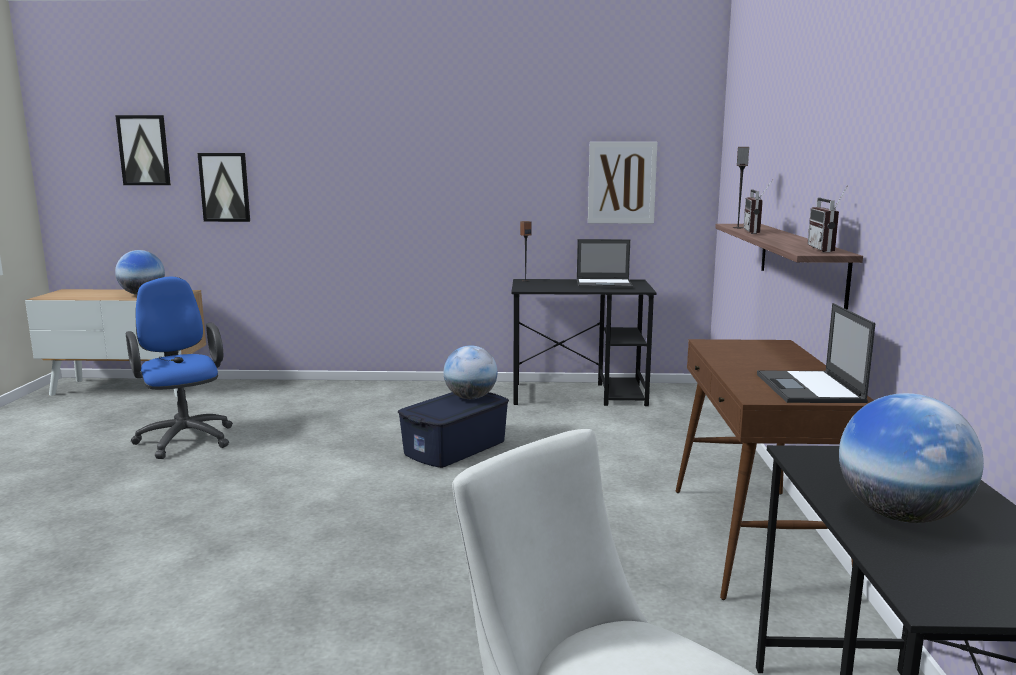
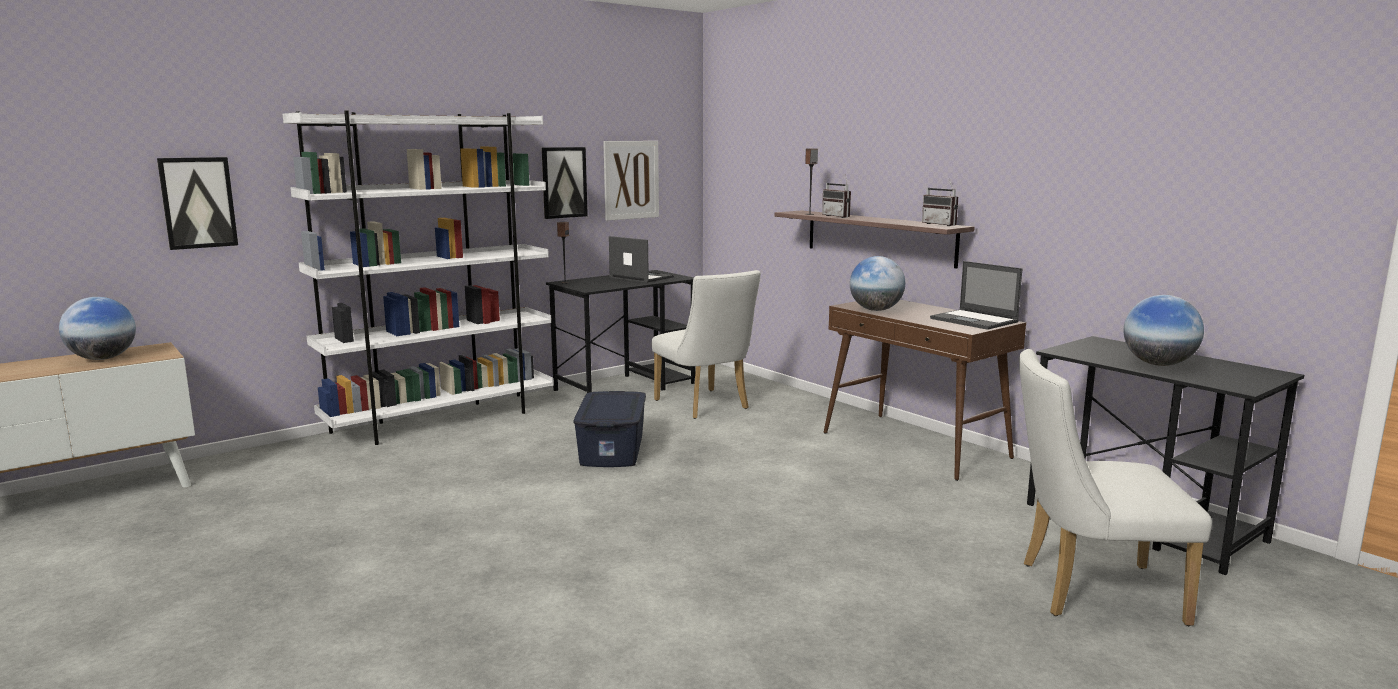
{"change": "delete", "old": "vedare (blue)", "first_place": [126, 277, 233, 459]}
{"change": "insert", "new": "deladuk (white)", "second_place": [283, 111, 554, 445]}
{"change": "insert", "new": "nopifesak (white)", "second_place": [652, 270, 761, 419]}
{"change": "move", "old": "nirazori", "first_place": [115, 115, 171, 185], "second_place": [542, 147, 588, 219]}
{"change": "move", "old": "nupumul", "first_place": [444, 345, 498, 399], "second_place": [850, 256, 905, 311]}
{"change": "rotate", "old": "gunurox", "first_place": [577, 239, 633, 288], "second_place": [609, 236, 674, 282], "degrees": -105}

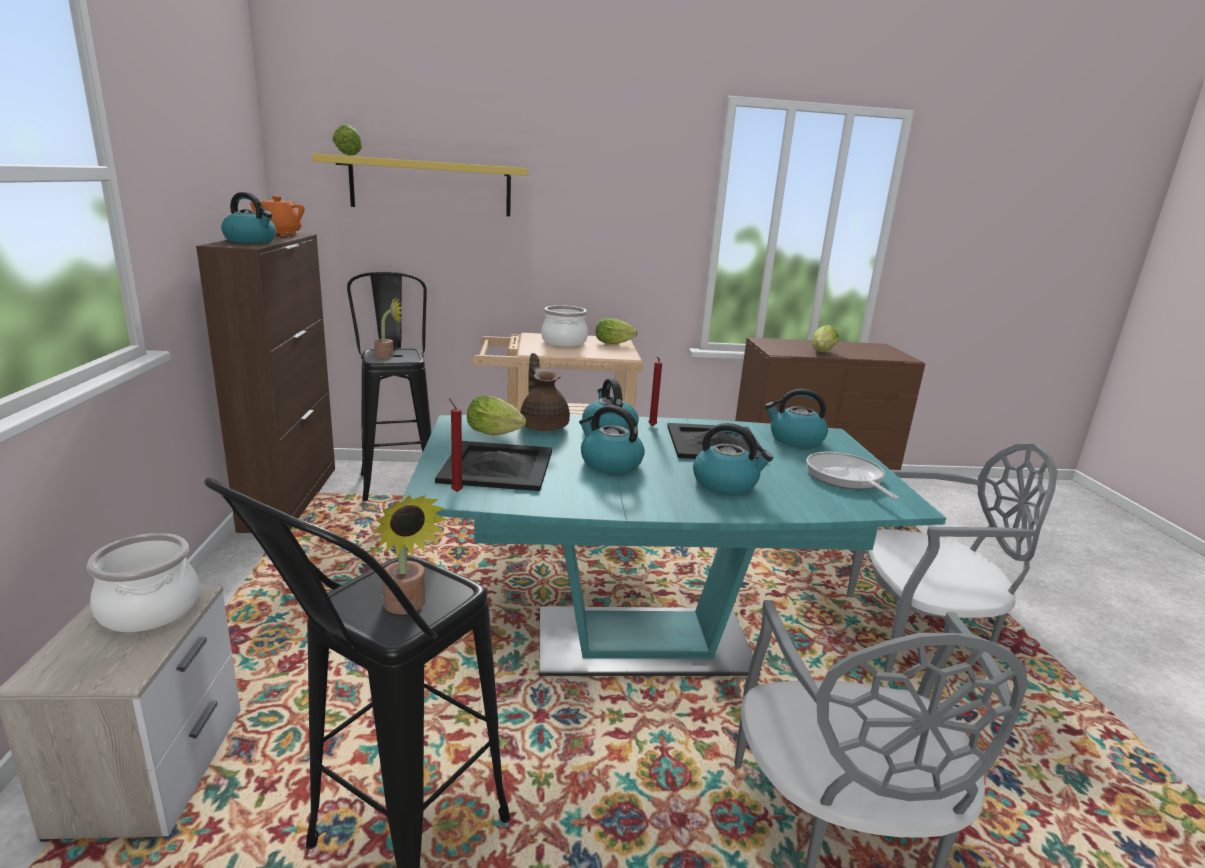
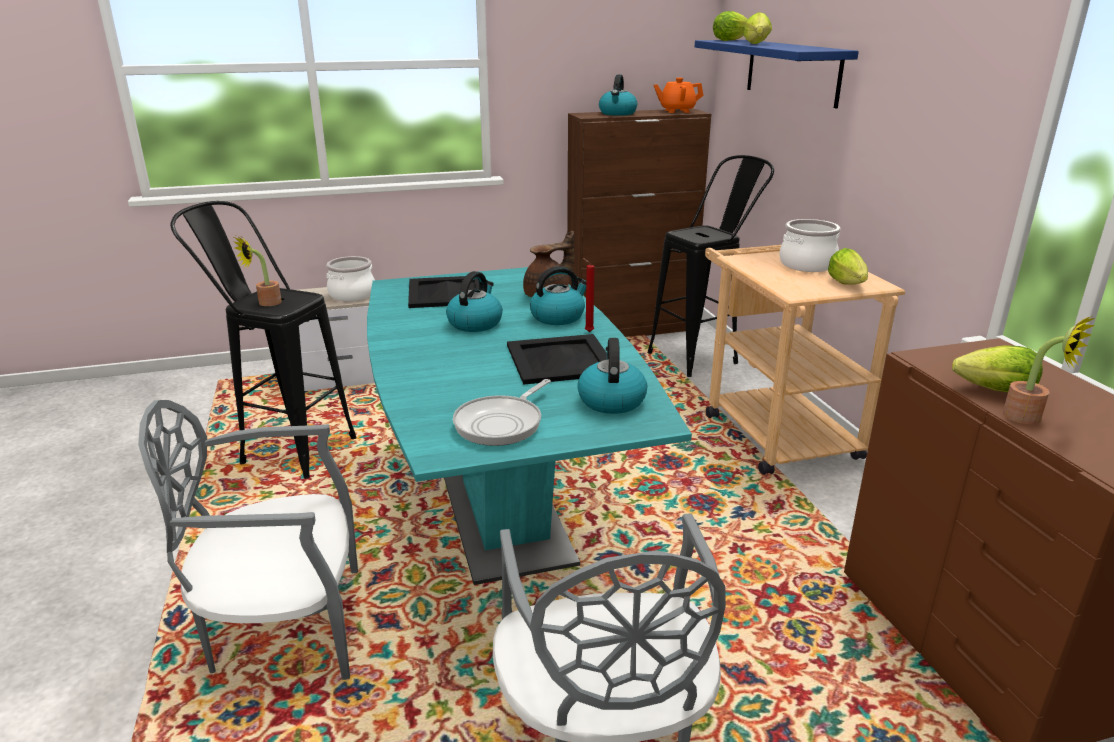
{"change": "delete", "old": "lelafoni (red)", "first_place": [449, 398, 463, 492]}
{"change": "delete", "old": "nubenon", "first_place": [693, 423, 773, 495]}
{"change": "move", "old": "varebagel", "first_place": [374, 296, 402, 359], "second_place": [1003, 316, 1095, 424]}
{"change": "move", "old": "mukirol", "first_place": [467, 396, 526, 435], "second_place": [743, 12, 772, 44]}
{"change": "recolor", "old": "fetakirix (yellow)", "new": "fetakirix (blue)", "first_place": [312, 153, 529, 216], "second_place": [695, 40, 859, 108]}
{"change": "rotate", "old": "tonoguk", "first_place": [806, 452, 899, 499], "second_place": [453, 379, 551, 446], "degrees": 150}

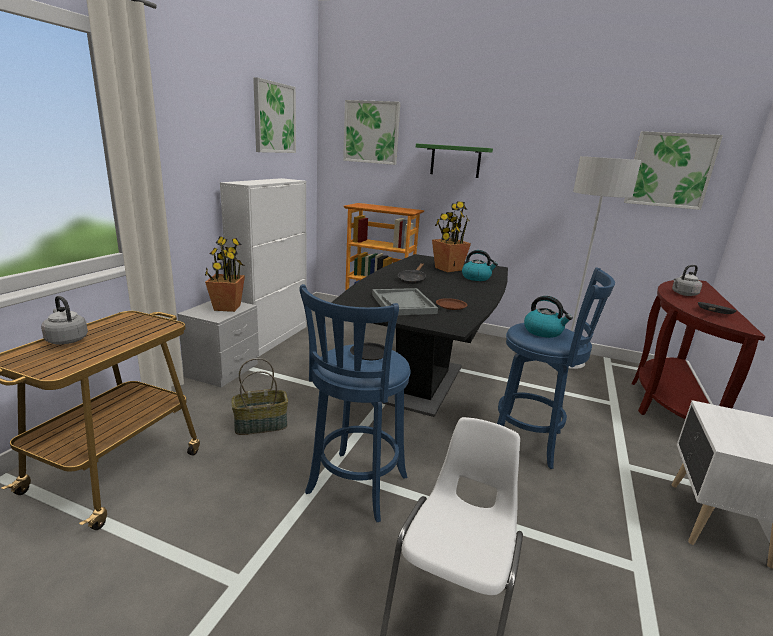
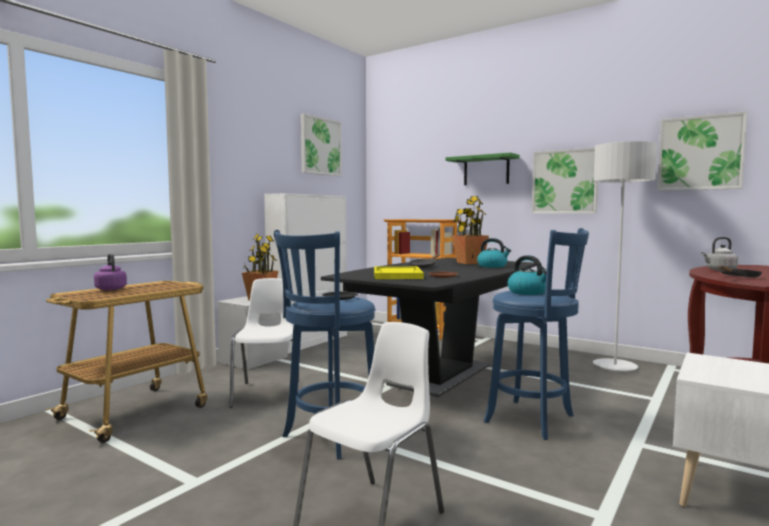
{"change": "move", "old": "nirazori", "first_place": [343, 100, 400, 165], "second_place": [532, 148, 598, 214]}
{"change": "replace", "old": "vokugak", "new": "nopifesak (white)", "first_place": [231, 358, 288, 435], "second_place": [229, 278, 299, 408]}
{"change": "recolor", "old": "nubenon (grey)", "new": "nubenon (purple)", "first_place": [41, 296, 88, 344], "second_place": [94, 253, 127, 290]}
{"change": "recolor", "old": "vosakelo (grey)", "new": "vosakelo (yellow)", "first_place": [372, 288, 438, 315], "second_place": [374, 266, 424, 279]}

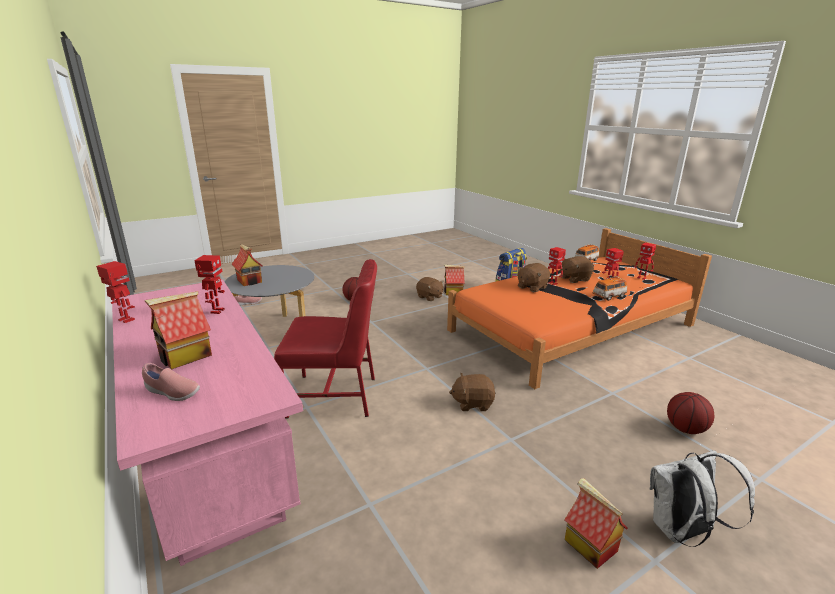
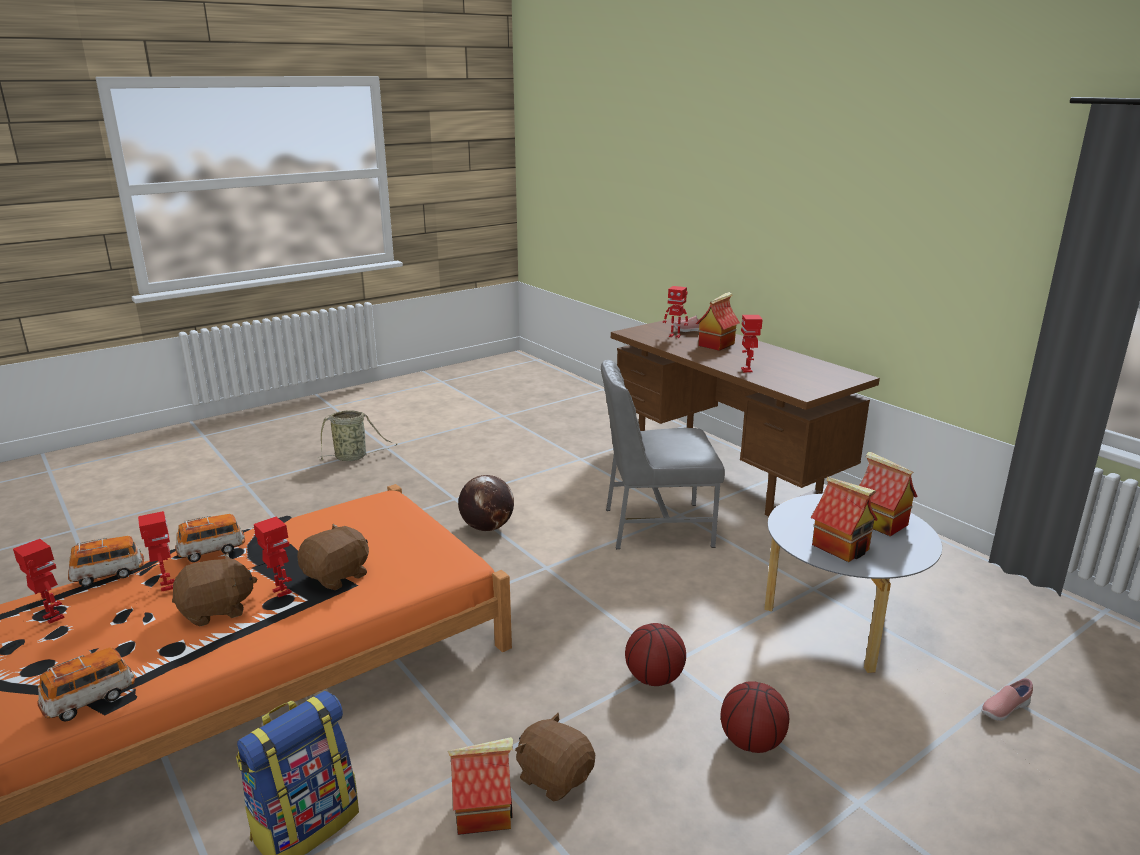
{"change": "insert", "new": "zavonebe", "second_place": [68, 536, 144, 587]}
{"change": "move", "old": "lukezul", "first_place": [96, 261, 135, 323], "second_place": [663, 286, 688, 338]}
{"change": "move", "old": "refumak", "first_place": [565, 478, 628, 569], "second_place": [811, 477, 878, 562]}
{"change": "move", "old": "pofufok", "first_place": [667, 392, 714, 434], "second_place": [625, 623, 686, 686]}
{"change": "replace", "old": "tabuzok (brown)", "new": "nupumul", "first_place": [449, 373, 495, 411], "second_place": [458, 475, 514, 531]}
{"change": "replace", "old": "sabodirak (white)", "new": "vokugak", "first_place": [650, 450, 755, 547], "second_place": [317, 410, 398, 461]}
{"change": "recolor", "old": "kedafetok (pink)", "new": "kedafetok (brown)", "first_place": [112, 279, 303, 566], "second_place": [611, 317, 880, 516]}
{"change": "recolor", "old": "nopifesak (red)", "new": "nopifesak (grey)", "first_place": [274, 259, 377, 419], "second_place": [601, 360, 725, 549]}

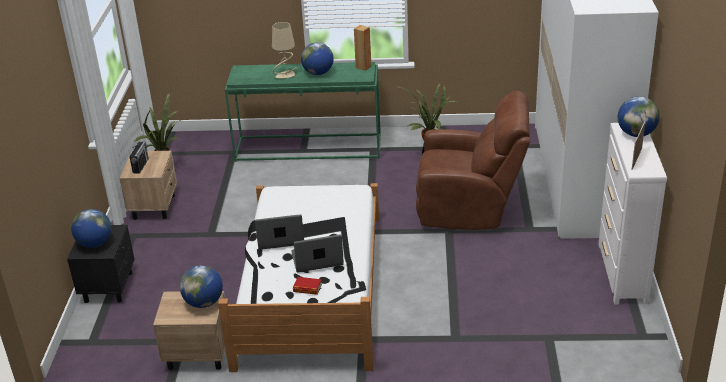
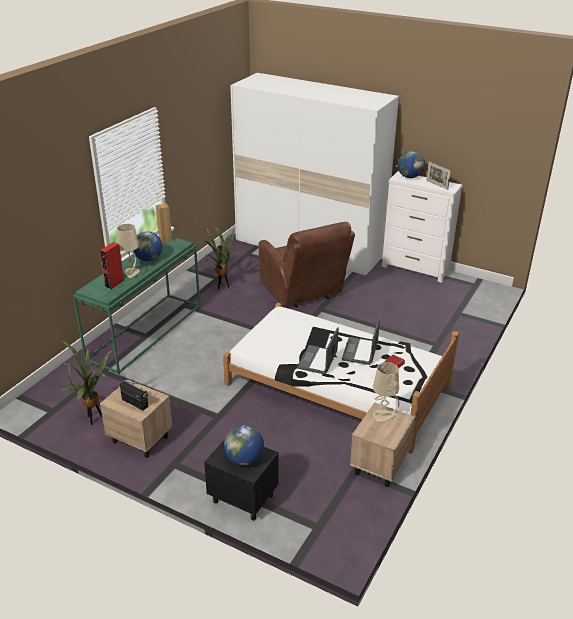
{"change": "insert", "new": "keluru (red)", "second_place": [100, 242, 125, 289]}
{"change": "replace", "old": "nupumul", "new": "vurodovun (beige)", "first_place": [180, 265, 223, 308], "second_place": [371, 362, 399, 422]}
{"change": "rotate", "old": "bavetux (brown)", "first_place": [416, 91, 530, 230], "second_place": [259, 222, 355, 307], "degrees": 120}

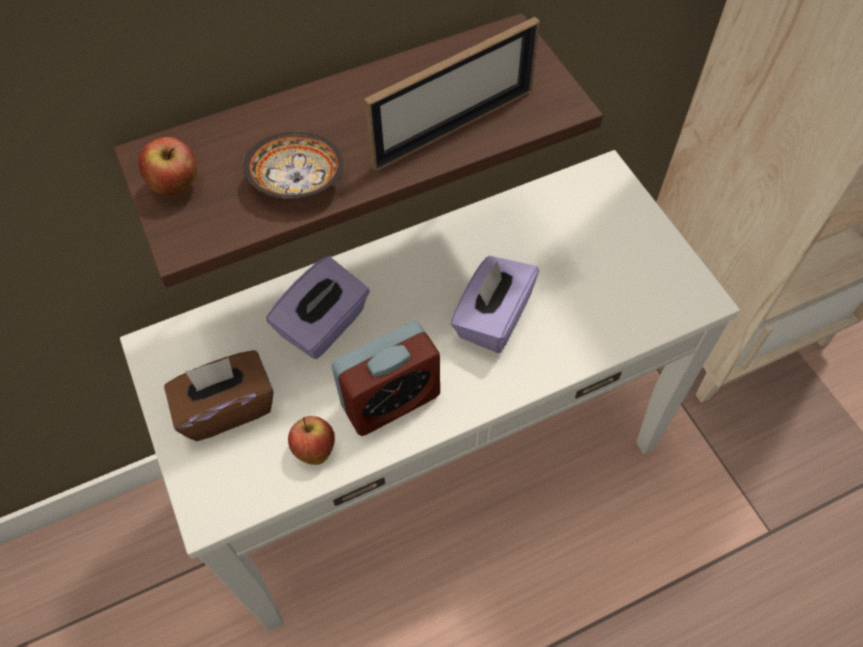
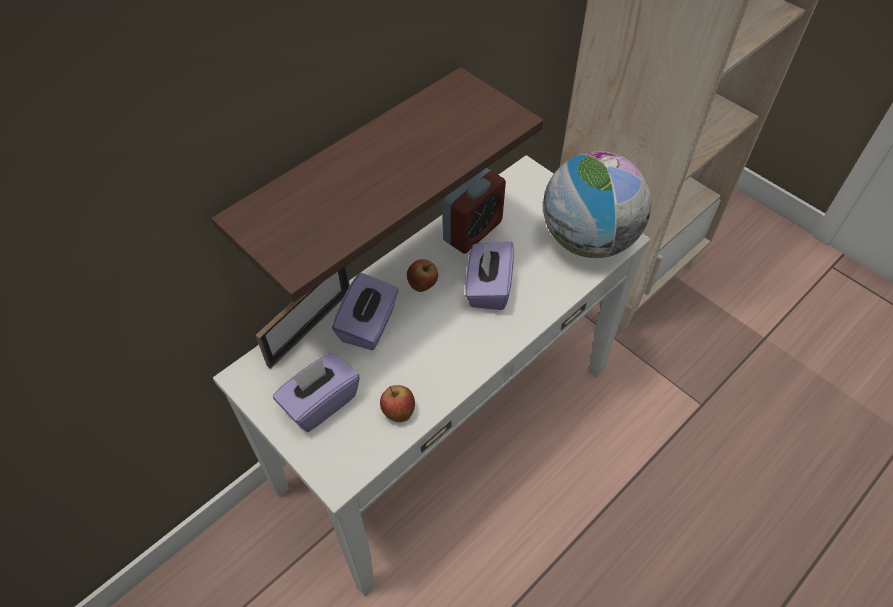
{"change": "delete", "old": "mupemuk", "first_place": [243, 132, 343, 199]}
{"change": "insert", "new": "nupumul", "second_place": [543, 151, 651, 258]}
{"change": "move", "old": "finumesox", "first_place": [138, 137, 197, 196], "second_place": [407, 259, 438, 292]}
{"change": "move", "old": "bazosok", "first_place": [332, 321, 440, 436], "second_place": [443, 168, 506, 254]}
{"change": "move", "old": "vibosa", "first_place": [364, 17, 540, 172], "second_place": [255, 266, 350, 369]}
{"change": "recolor", "old": "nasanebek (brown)", "new": "nasanebek (purple)", "first_place": [164, 350, 274, 441], "second_place": [273, 353, 360, 432]}

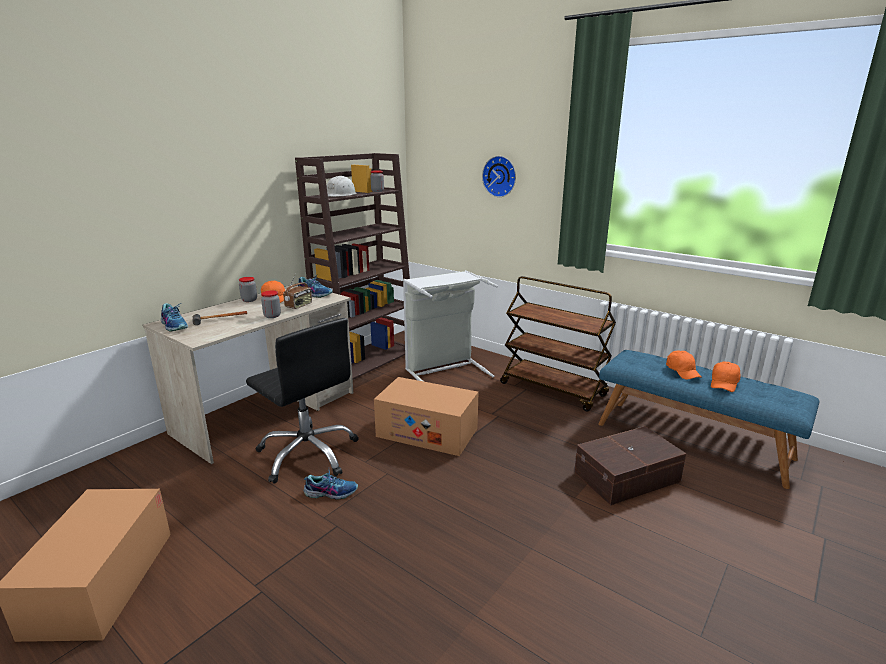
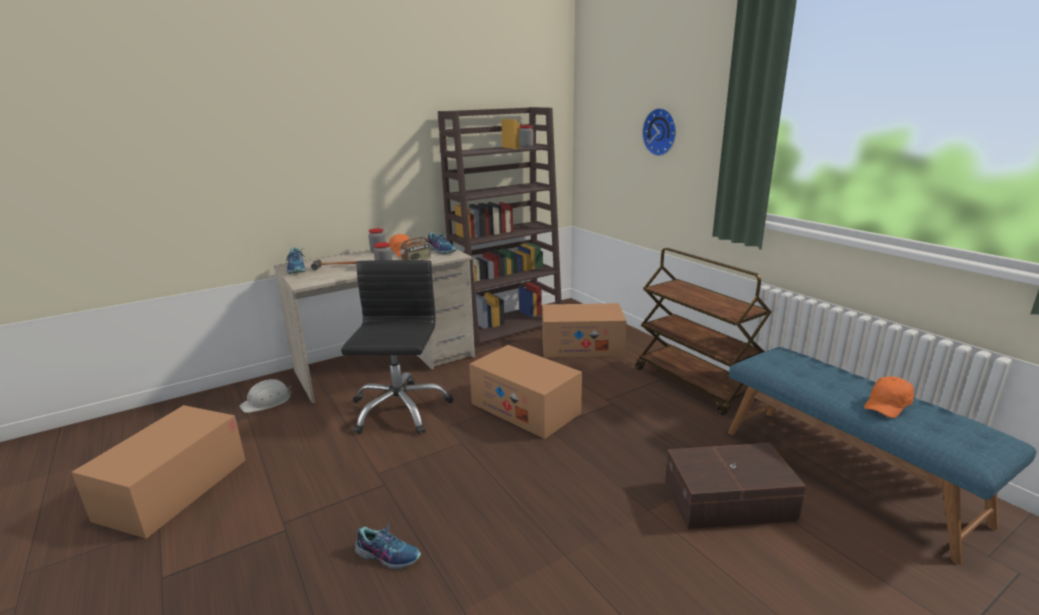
{"change": "delete", "old": "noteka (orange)", "first_place": [666, 350, 702, 380]}
{"change": "move", "old": "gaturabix", "first_place": [304, 470, 358, 500], "second_place": [355, 521, 421, 570]}
{"change": "move", "old": "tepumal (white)", "first_place": [327, 176, 357, 197], "second_place": [240, 379, 292, 413]}
{"change": "replace", "old": "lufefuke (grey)", "new": "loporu", "first_place": [403, 270, 498, 381], "second_place": [542, 303, 627, 358]}
{"change": "rotate", "old": "vedare (black)", "first_place": [246, 318, 359, 484], "second_place": [341, 260, 454, 435], "degrees": -150}

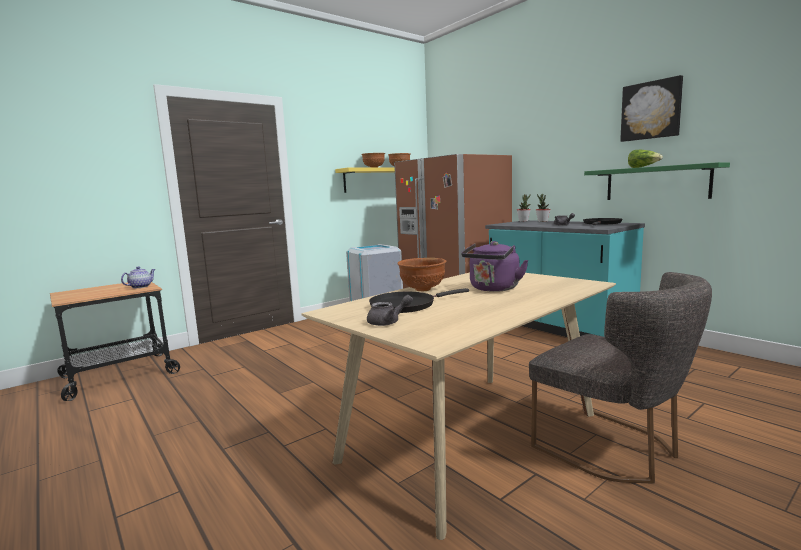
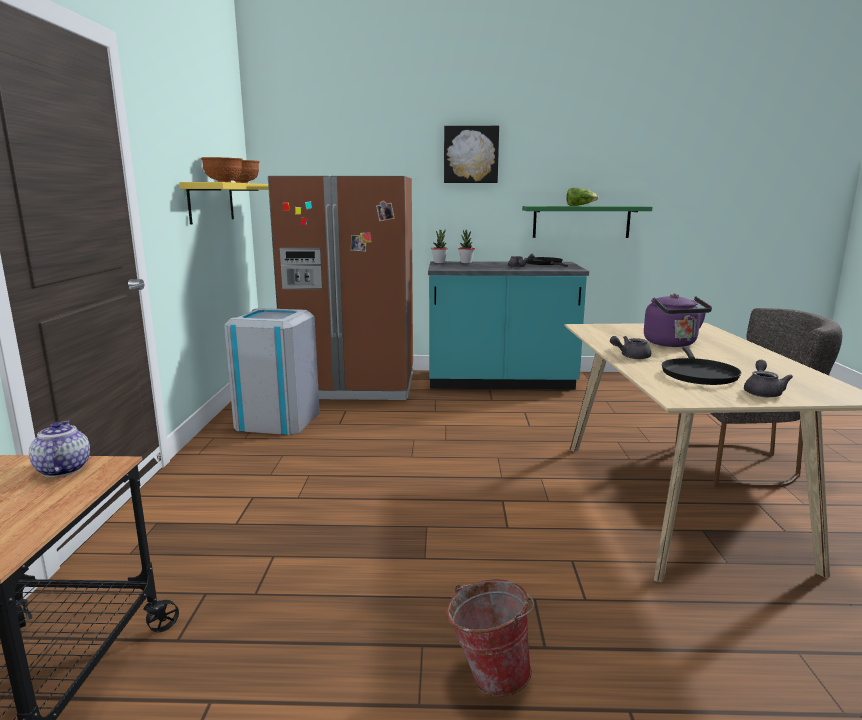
{"change": "insert", "new": "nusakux", "second_place": [446, 579, 534, 697]}
{"change": "move", "old": "nirazori", "first_place": [620, 75, 683, 142], "second_place": [444, 126, 499, 183]}
{"change": "replace", "old": "mupemuk (brown)", "new": "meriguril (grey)", "first_place": [397, 258, 446, 291], "second_place": [610, 336, 651, 359]}

